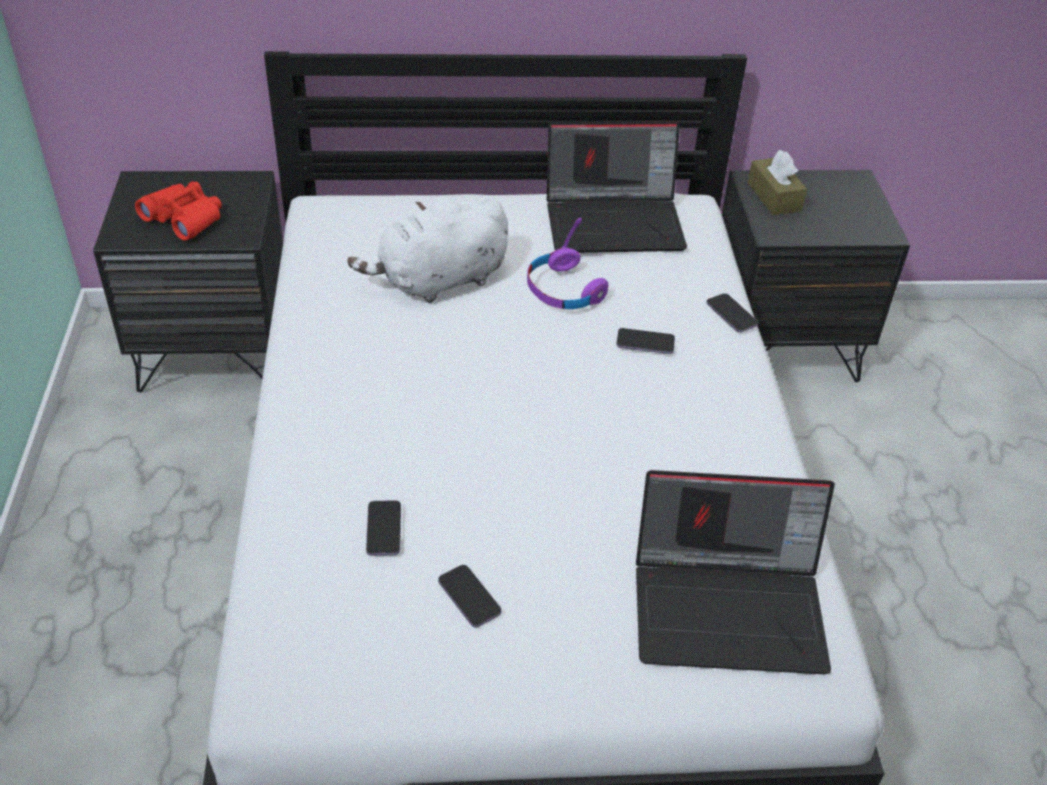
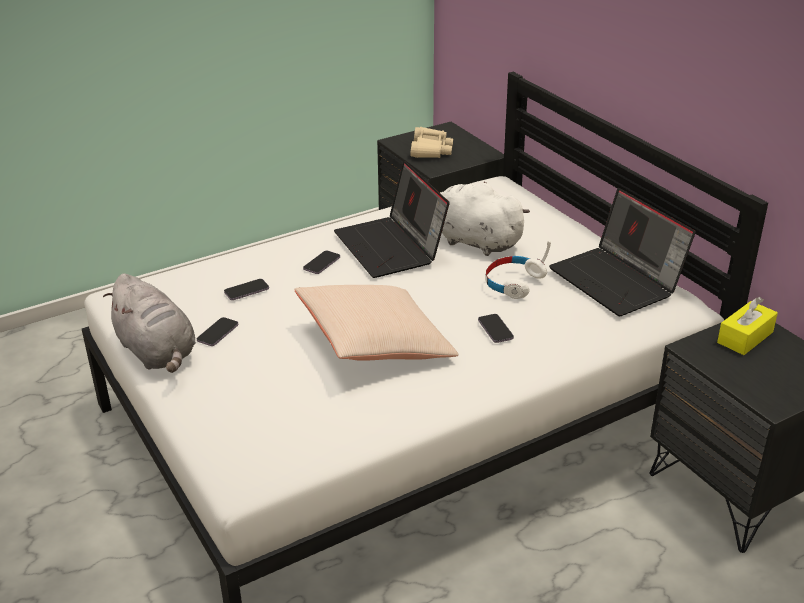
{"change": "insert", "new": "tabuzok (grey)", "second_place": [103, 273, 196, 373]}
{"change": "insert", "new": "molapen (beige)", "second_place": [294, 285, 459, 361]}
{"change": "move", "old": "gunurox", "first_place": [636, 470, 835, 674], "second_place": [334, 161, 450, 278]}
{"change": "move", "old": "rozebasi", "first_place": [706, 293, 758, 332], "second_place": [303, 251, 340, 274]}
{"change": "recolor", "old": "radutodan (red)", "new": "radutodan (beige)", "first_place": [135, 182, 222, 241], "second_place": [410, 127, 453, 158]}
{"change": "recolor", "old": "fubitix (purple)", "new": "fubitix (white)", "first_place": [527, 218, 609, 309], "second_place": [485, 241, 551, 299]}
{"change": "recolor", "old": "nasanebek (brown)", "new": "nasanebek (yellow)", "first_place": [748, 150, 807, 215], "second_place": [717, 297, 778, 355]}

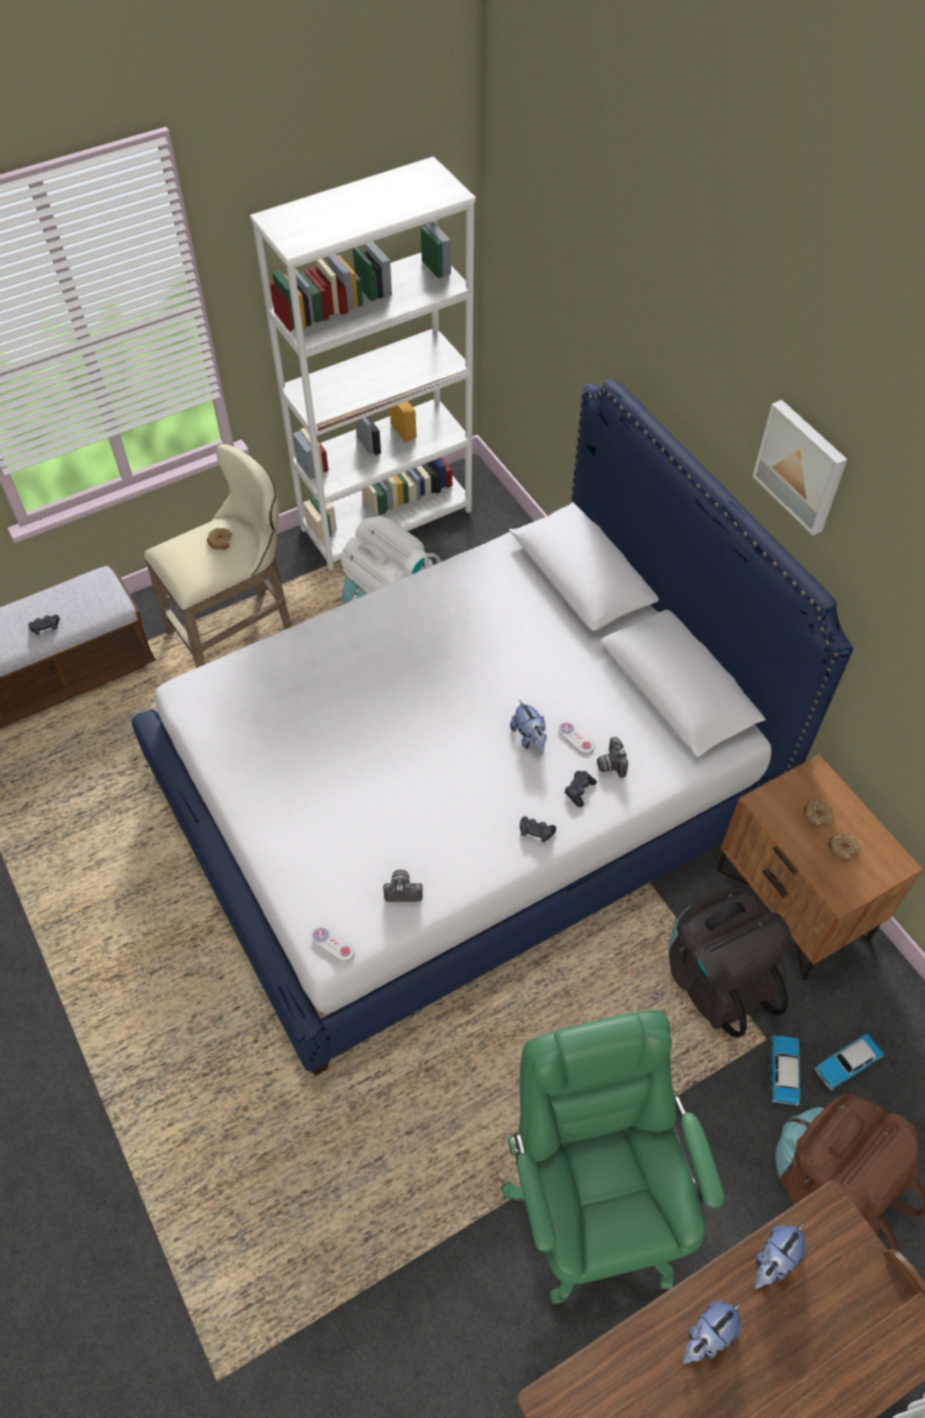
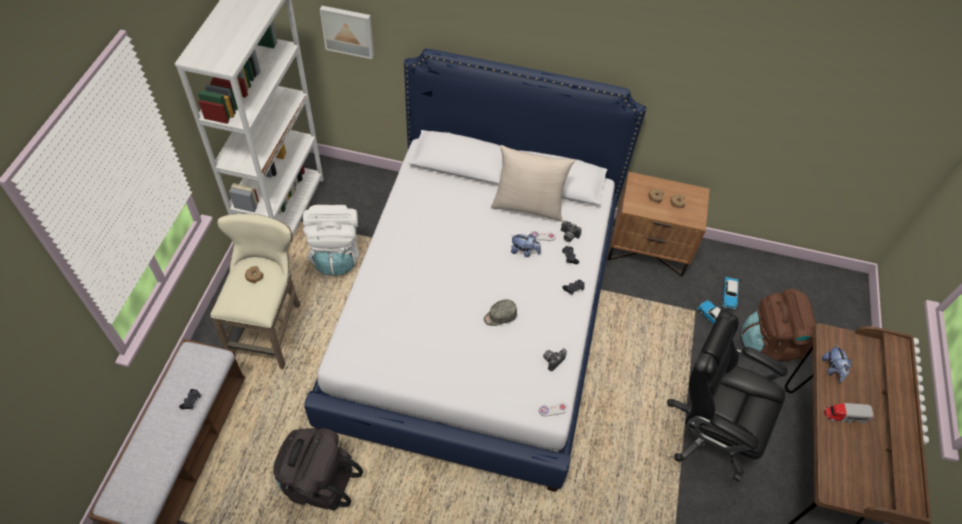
{"change": "insert", "new": "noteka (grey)", "second_place": [484, 299, 517, 326]}
{"change": "insert", "new": "molapen (beige)", "second_place": [491, 145, 575, 222]}
{"change": "move", "old": "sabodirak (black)", "first_place": [669, 888, 792, 1038], "second_place": [273, 428, 363, 510]}
{"change": "move", "old": "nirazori", "first_place": [752, 400, 847, 535], "second_place": [320, 6, 374, 59]}
{"change": "replace", "old": "tabuzok", "new": "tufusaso", "first_place": [683, 1301, 742, 1363], "second_place": [824, 403, 874, 424]}
{"change": "recolor", "old": "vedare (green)", "new": "vedare (black)", "first_place": [501, 1010, 725, 1304], "second_place": [667, 310, 788, 482]}

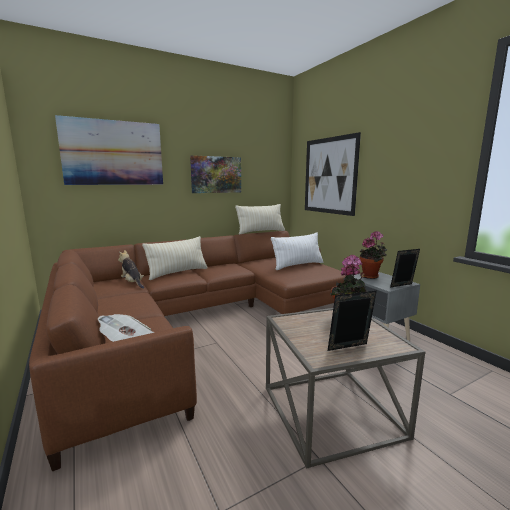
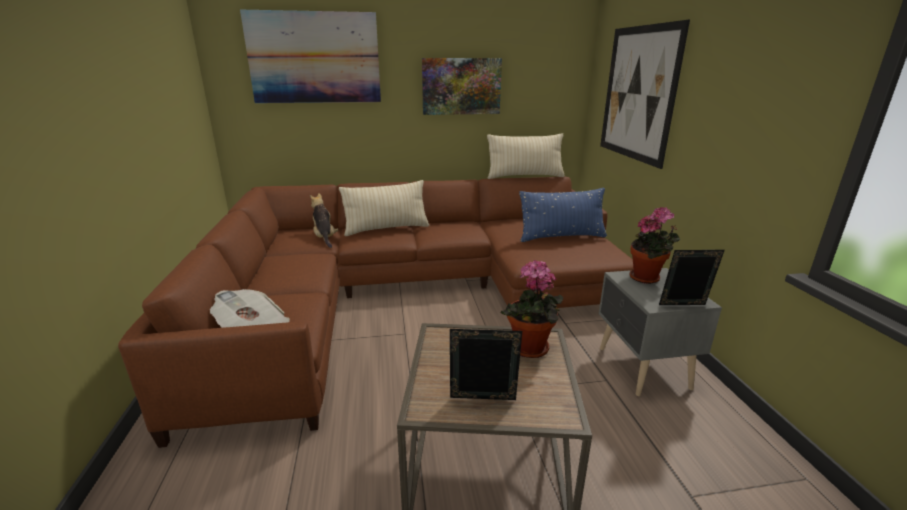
{"change": "recolor", "old": "molapen (white)", "new": "molapen (blue)", "first_place": [271, 233, 323, 270], "second_place": [519, 188, 607, 242]}

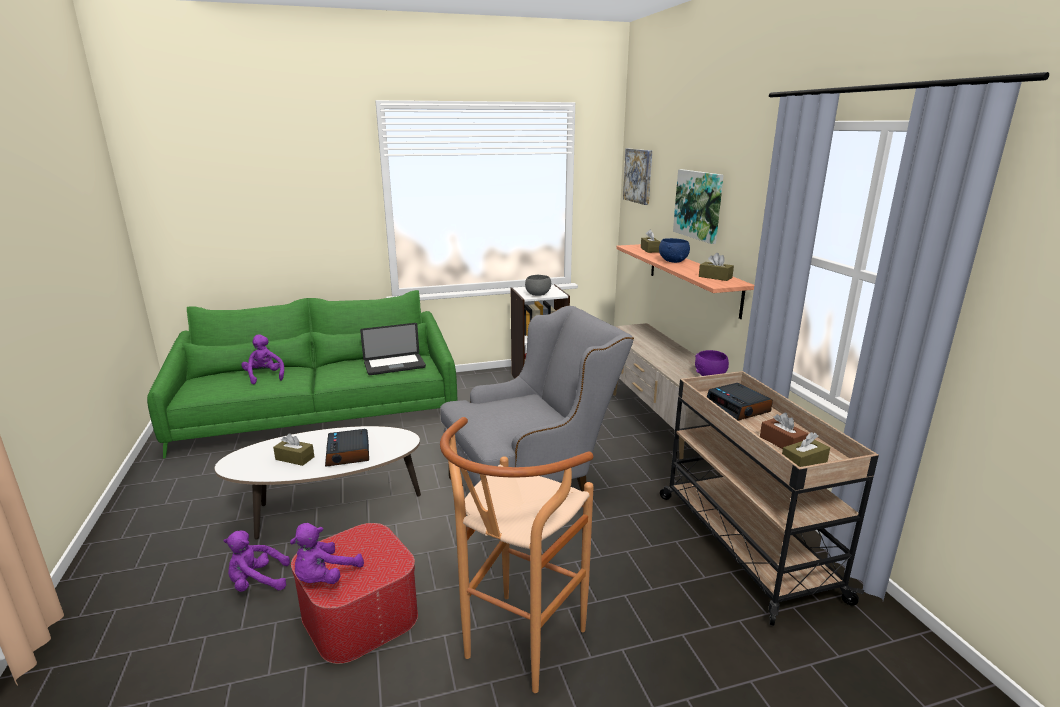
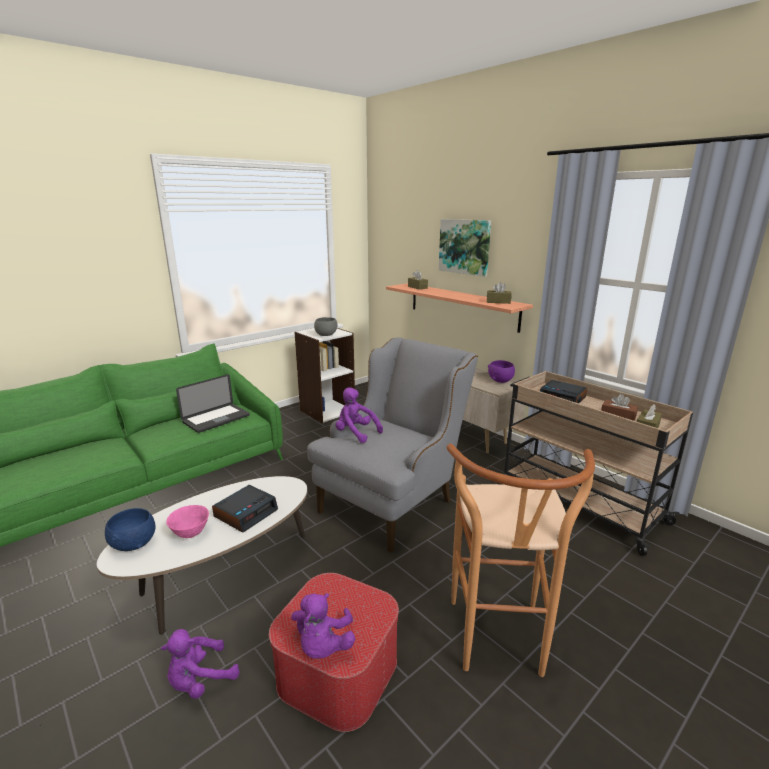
{"change": "delete", "old": "nirazori", "first_place": [623, 149, 652, 205]}
{"change": "move", "old": "tabuzok (purple)", "first_place": [241, 334, 284, 384], "second_place": [335, 387, 383, 443]}
{"change": "move", "old": "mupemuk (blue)", "first_place": [659, 238, 690, 263], "second_place": [105, 508, 155, 551]}
{"change": "replace", "old": "nasanebek (brown)", "new": "mupemuk (pink)", "first_place": [273, 433, 314, 466], "second_place": [166, 505, 209, 538]}
{"change": "rotate", "old": "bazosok", "first_place": [325, 429, 369, 467], "second_place": [212, 485, 278, 533], "degrees": -105}

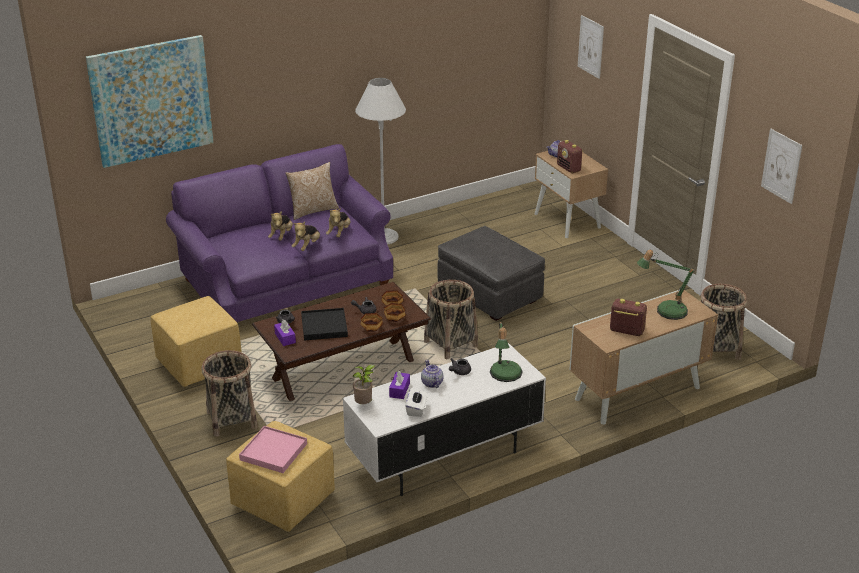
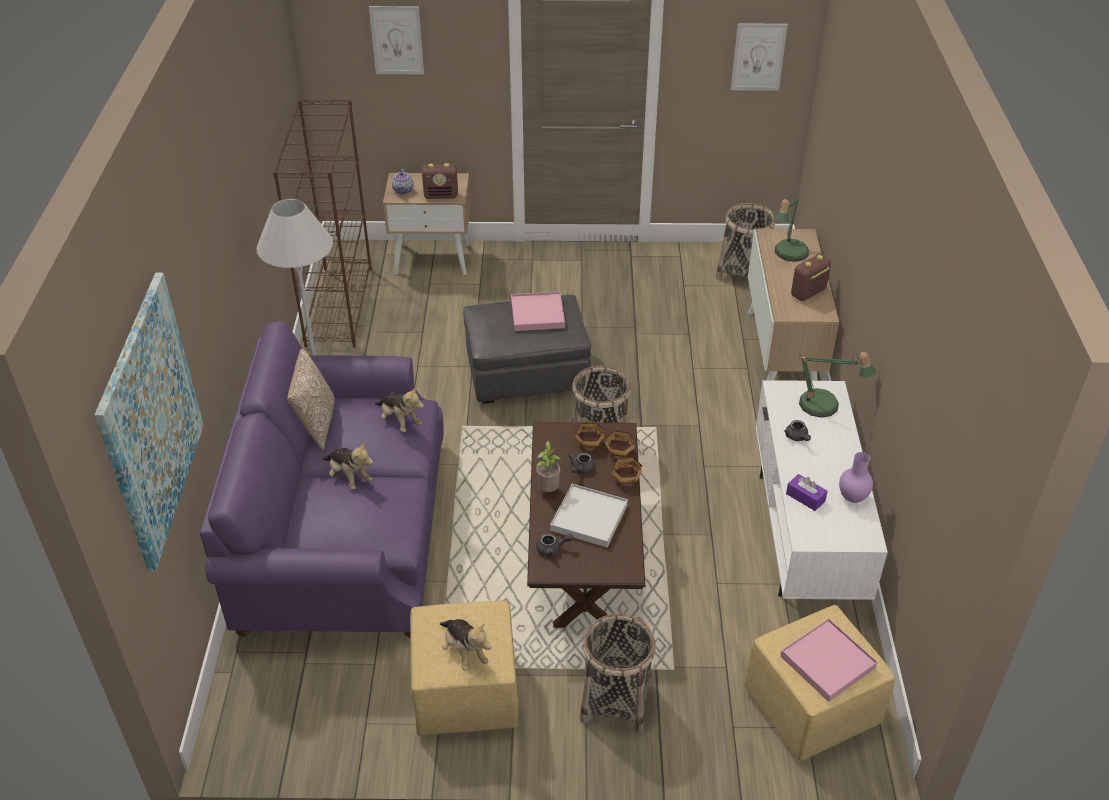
{"change": "delete", "old": "nasanebek (purple)", "first_place": [274, 320, 296, 346]}
{"change": "delete", "old": "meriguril", "first_place": [421, 360, 444, 388]}
{"change": "insert", "new": "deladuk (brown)", "second_place": [273, 99, 372, 348]}
{"change": "insert", "new": "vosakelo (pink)", "second_place": [511, 292, 565, 331]}
{"change": "move", "old": "tabuzok", "first_place": [292, 222, 320, 251], "second_place": [440, 619, 491, 671]}
{"change": "move", "old": "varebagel", "first_place": [353, 365, 375, 404], "second_place": [536, 441, 561, 492]}
{"change": "replace", "old": "nasanebek (white)", "new": "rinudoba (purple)", "first_place": [405, 388, 428, 417], "second_place": [839, 452, 873, 503]}
{"change": "recolor", "old": "vosakelo (black)", "new": "vosakelo (white)", "first_place": [301, 308, 348, 341], "second_place": [550, 484, 628, 547]}

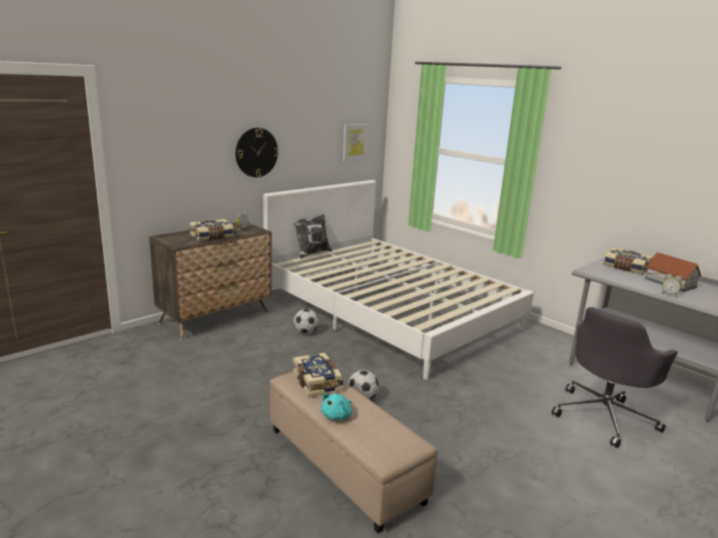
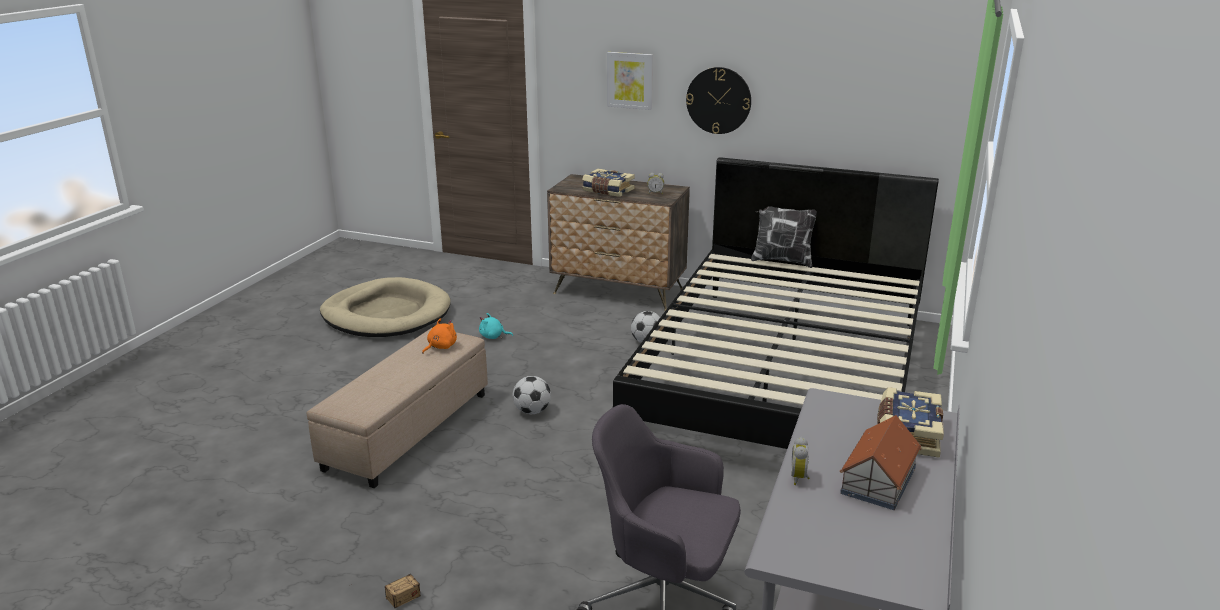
{"change": "insert", "new": "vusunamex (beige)", "second_place": [320, 277, 451, 337]}
{"change": "insert", "new": "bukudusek", "second_place": [351, 574, 421, 608]}
{"change": "move", "old": "tabuzok (turquoise)", "first_place": [321, 393, 352, 420], "second_place": [479, 313, 513, 339]}
{"change": "move", "old": "nirazori", "first_place": [343, 124, 368, 161], "second_place": [607, 52, 653, 110]}
{"change": "replace", "old": "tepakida", "new": "tabuzok (orange)", "first_place": [293, 353, 344, 398], "second_place": [422, 318, 457, 354]}
{"change": "recolor", "old": "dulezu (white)", "new": "dulezu (black)", "first_place": [263, 180, 534, 380], "second_place": [613, 157, 939, 449]}

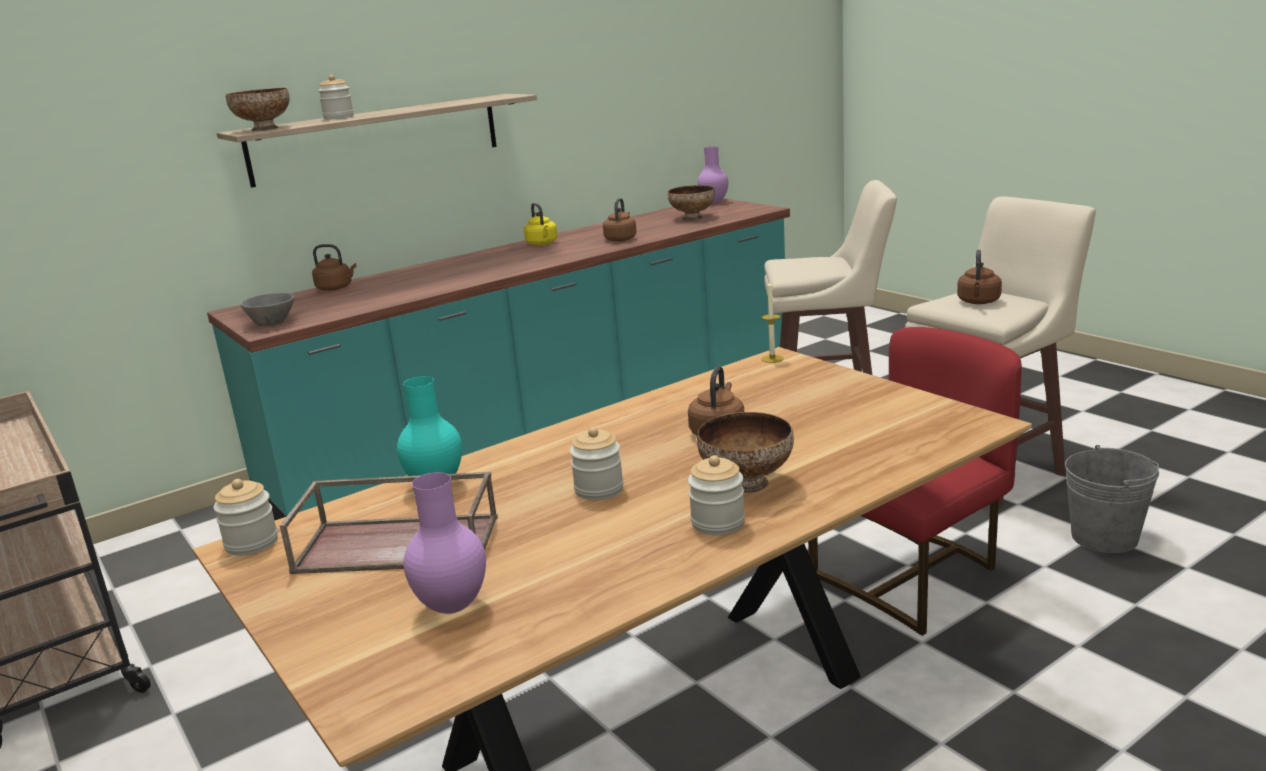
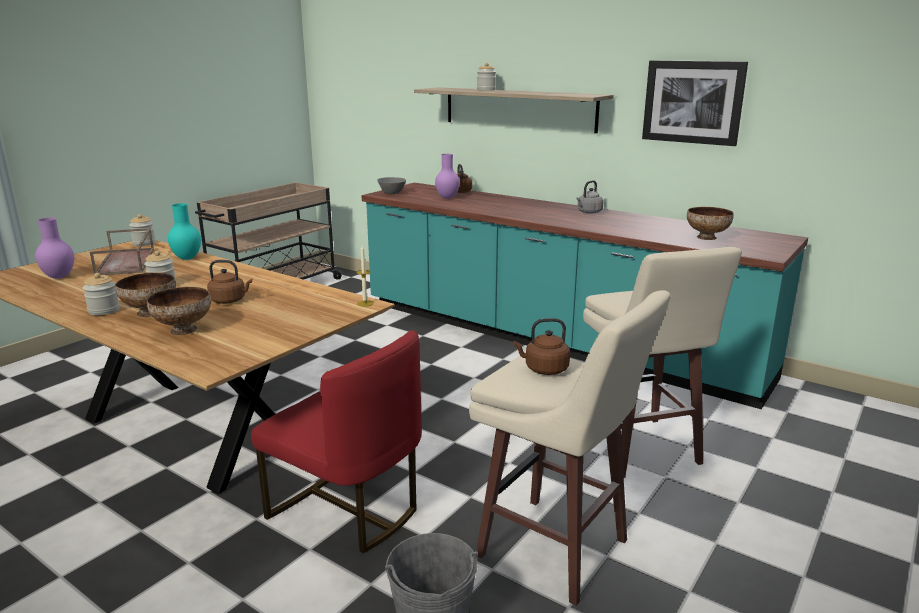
{"change": "delete", "old": "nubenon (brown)", "first_place": [603, 198, 637, 242]}
{"change": "insert", "new": "nirazori", "second_place": [642, 60, 748, 146]}
{"change": "move", "old": "mupemuk", "first_place": [226, 88, 290, 131], "second_place": [147, 287, 211, 335]}
{"change": "move", "old": "rinudoba (purple)", "first_place": [697, 147, 728, 204], "second_place": [435, 154, 460, 199]}
{"change": "recolor", "old": "nubenon (yellow)", "new": "nubenon (grey)", "first_place": [524, 203, 558, 245], "second_place": [576, 180, 604, 214]}

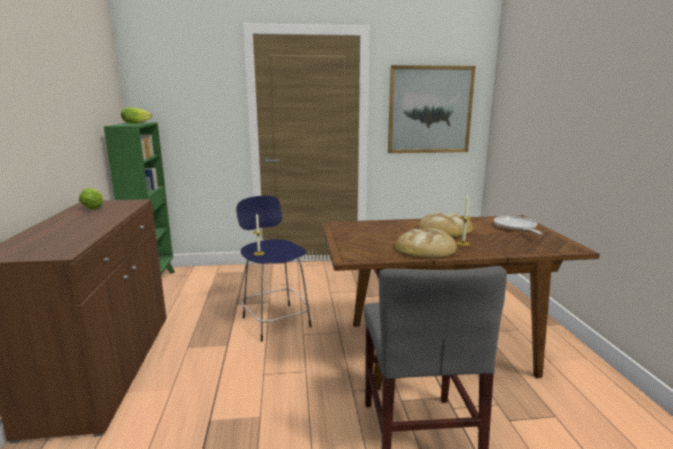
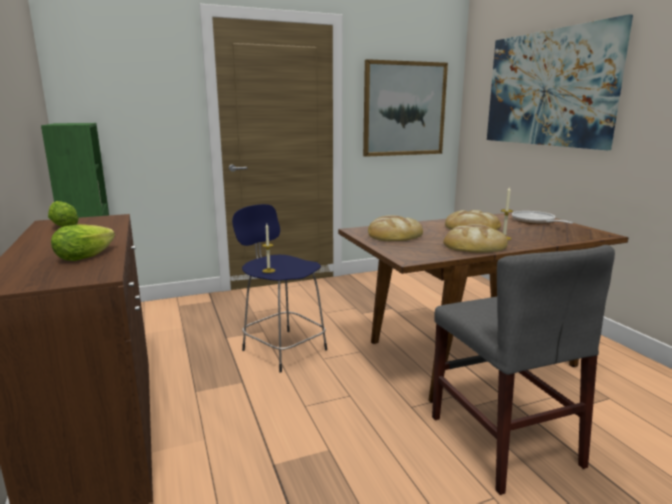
{"change": "insert", "new": "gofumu", "second_place": [368, 215, 423, 241]}
{"change": "insert", "new": "nirazori", "second_place": [487, 14, 633, 150]}
{"change": "move", "old": "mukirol", "first_place": [121, 107, 152, 123], "second_place": [51, 224, 115, 261]}

